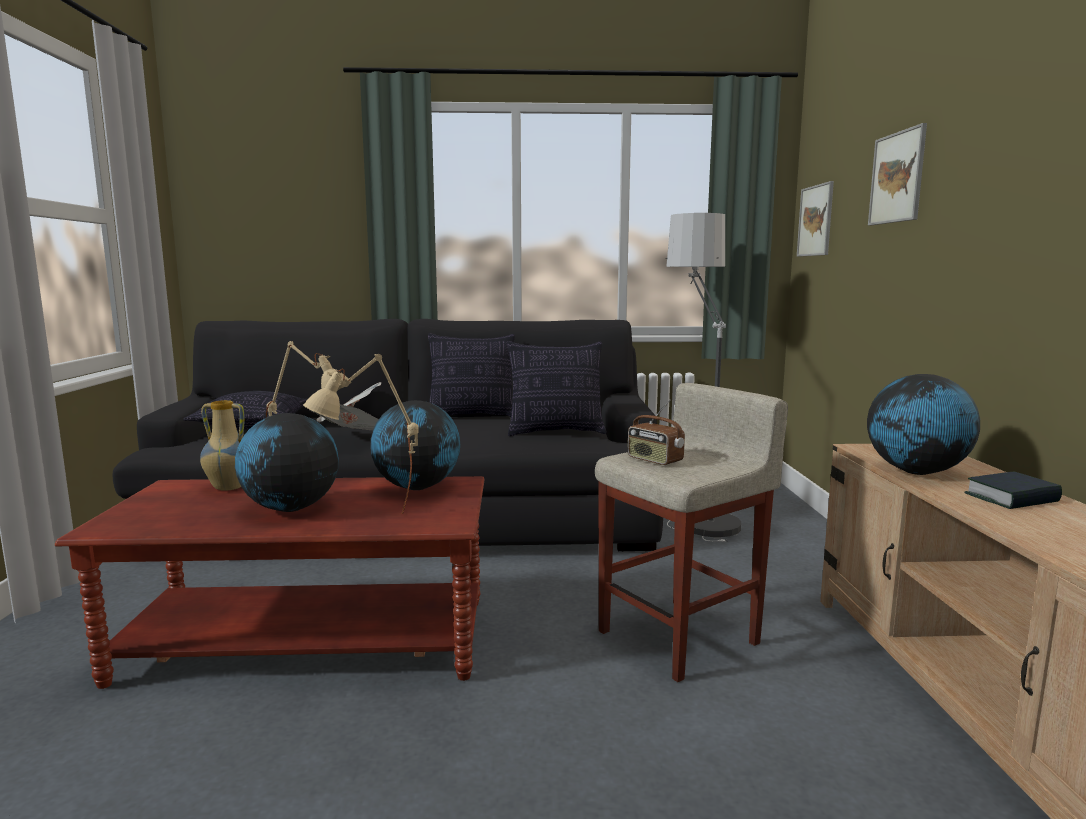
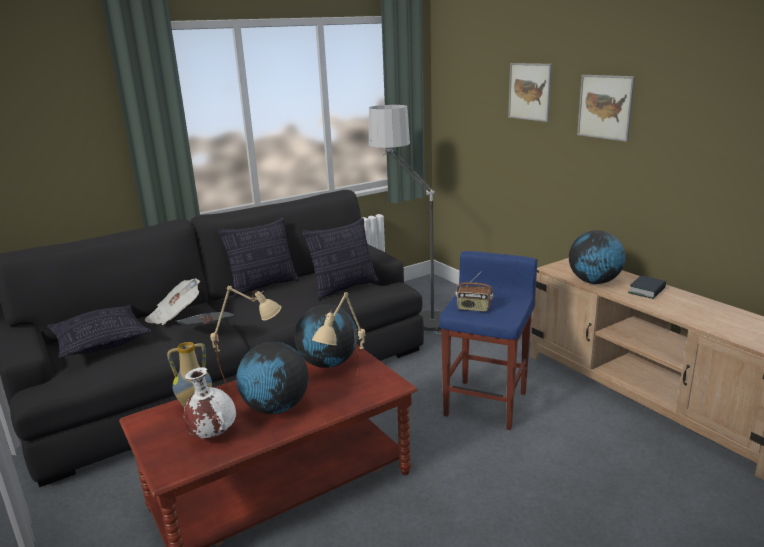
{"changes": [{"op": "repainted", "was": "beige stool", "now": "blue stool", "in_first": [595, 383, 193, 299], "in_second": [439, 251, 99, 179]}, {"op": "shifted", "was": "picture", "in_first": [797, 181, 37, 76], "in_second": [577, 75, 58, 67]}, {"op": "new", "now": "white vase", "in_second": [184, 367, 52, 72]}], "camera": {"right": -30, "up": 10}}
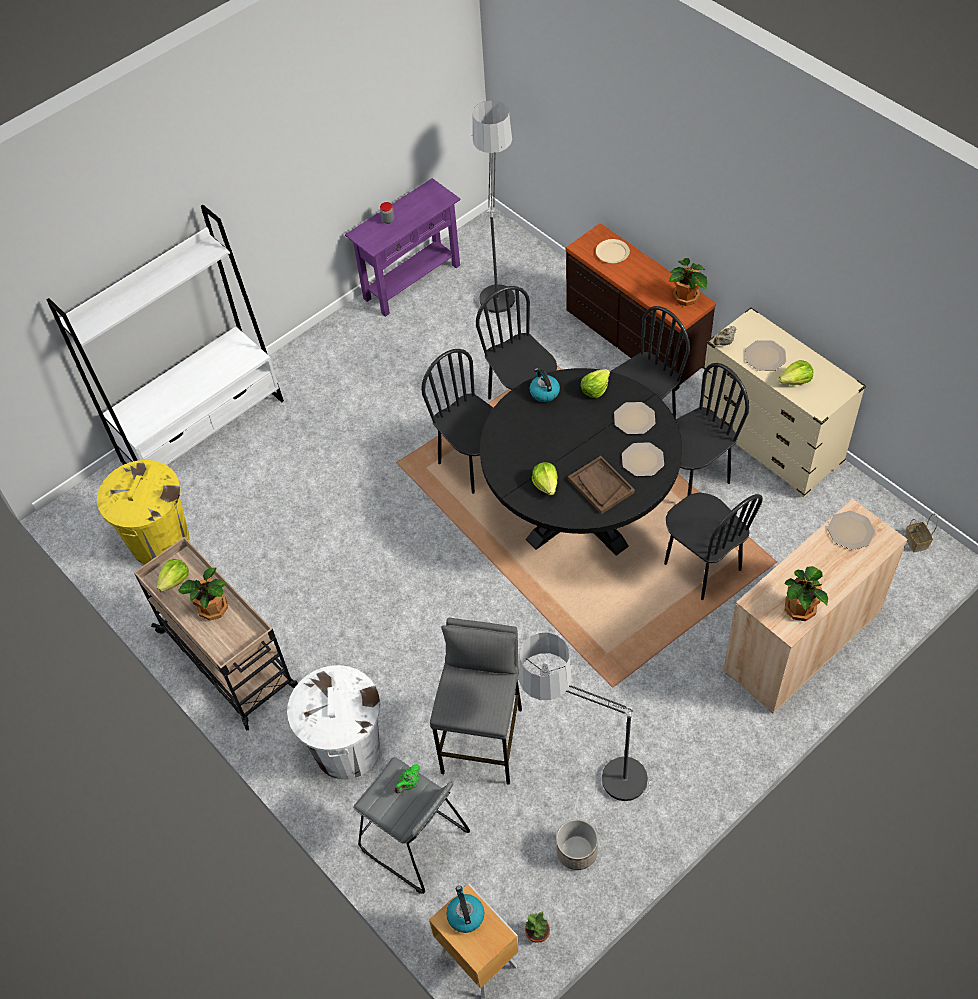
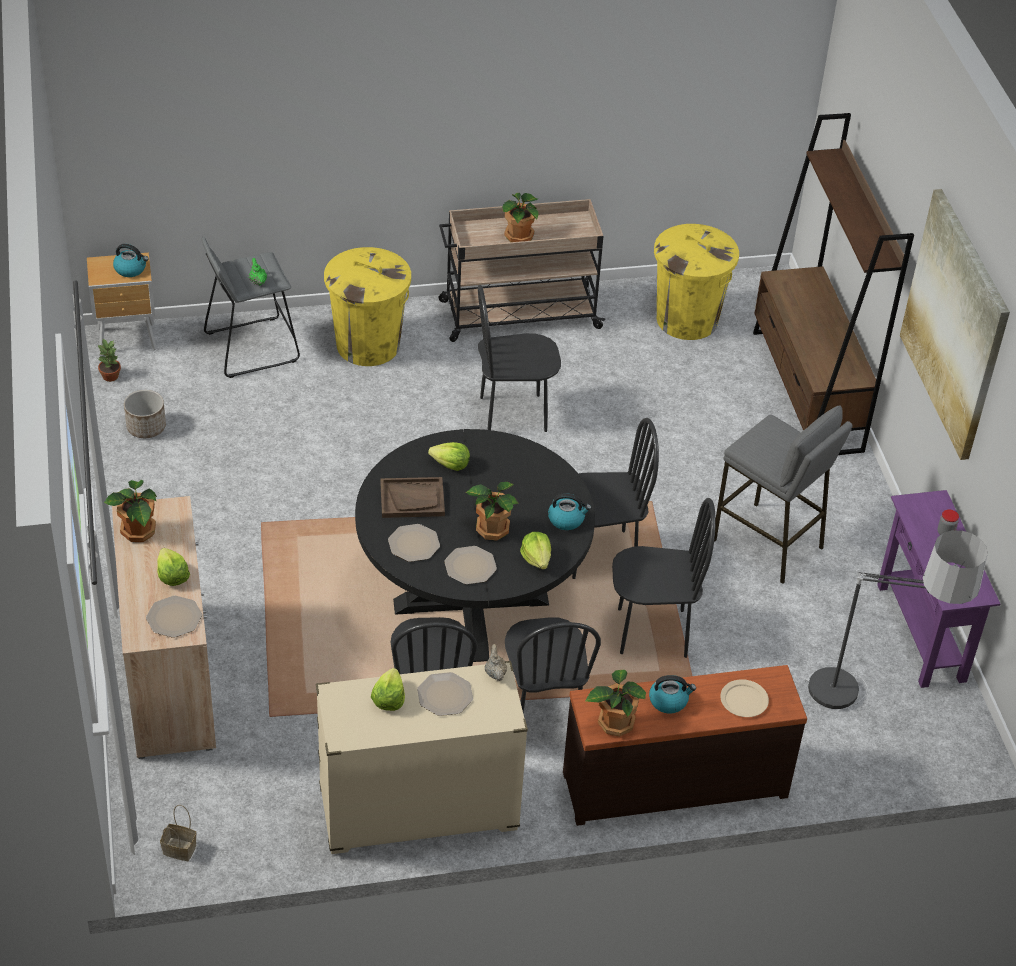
{"changes": [{"op": "repainted", "was": "white bookcase", "now": "brown bookcase", "in_first": [47, 205, 237, 260], "in_second": [753, 113, 161, 342]}, {"op": "shifted", "was": "lettuce", "in_first": [157, 559, 32, 33], "in_second": [157, 548, 33, 38]}, {"op": "repainted", "was": "white trash can", "now": "yellow trash can", "in_first": [287, 665, 93, 115], "in_second": [324, 247, 87, 119]}, {"op": "shifted", "was": "grey stool", "in_first": [430, 618, 92, 167], "in_second": [714, 405, 139, 179]}, {"op": "gone", "was": "floor lamp", "in_first": [519, 633, 133, 175]}, {"op": "shifted", "was": "black chair", "in_first": [664, 493, 99, 107], "in_second": [478, 285, 83, 147]}, {"op": "new", "now": "potted plant", "in_second": [466, 482, 53, 59]}, {"op": "new", "now": "kettle", "in_second": [649, 675, 47, 39]}, {"op": "new", "now": "picture", "in_second": [900, 189, 110, 271]}], "camera": {"right": 115, "up": -10}}
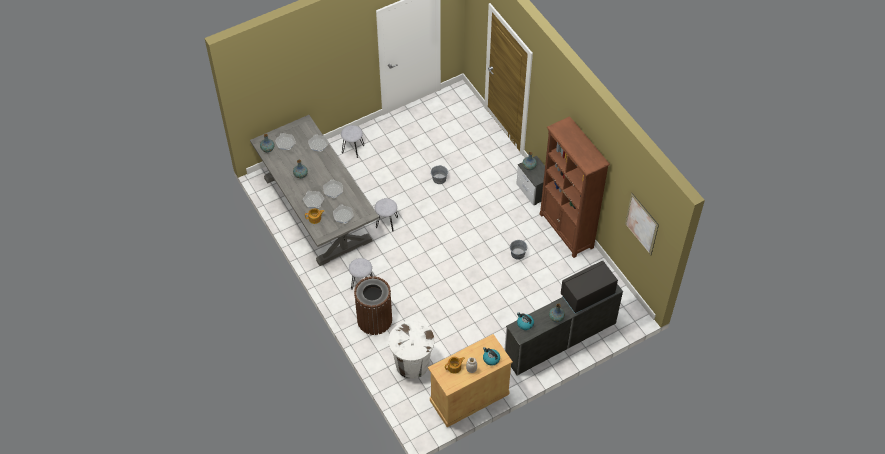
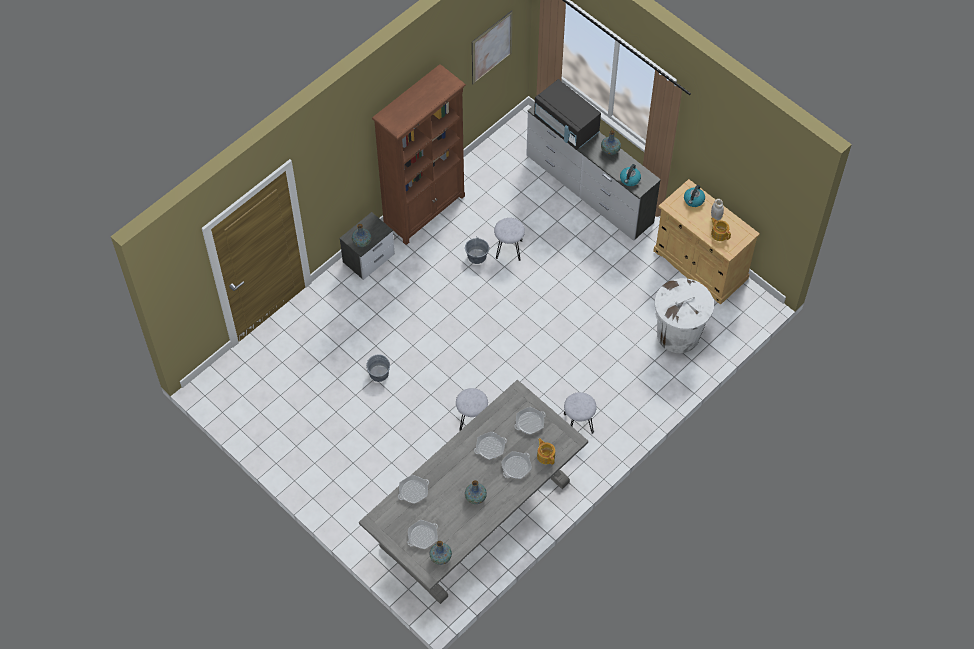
{"changes": [{"op": "shifted", "was": "grey stool", "in_first": [341, 125, 23, 33], "in_second": [494, 218, 31, 43]}, {"op": "gone", "was": "brown trash can", "in_first": [354, 276, 38, 59]}], "camera": {"right": -105, "up": 5}}
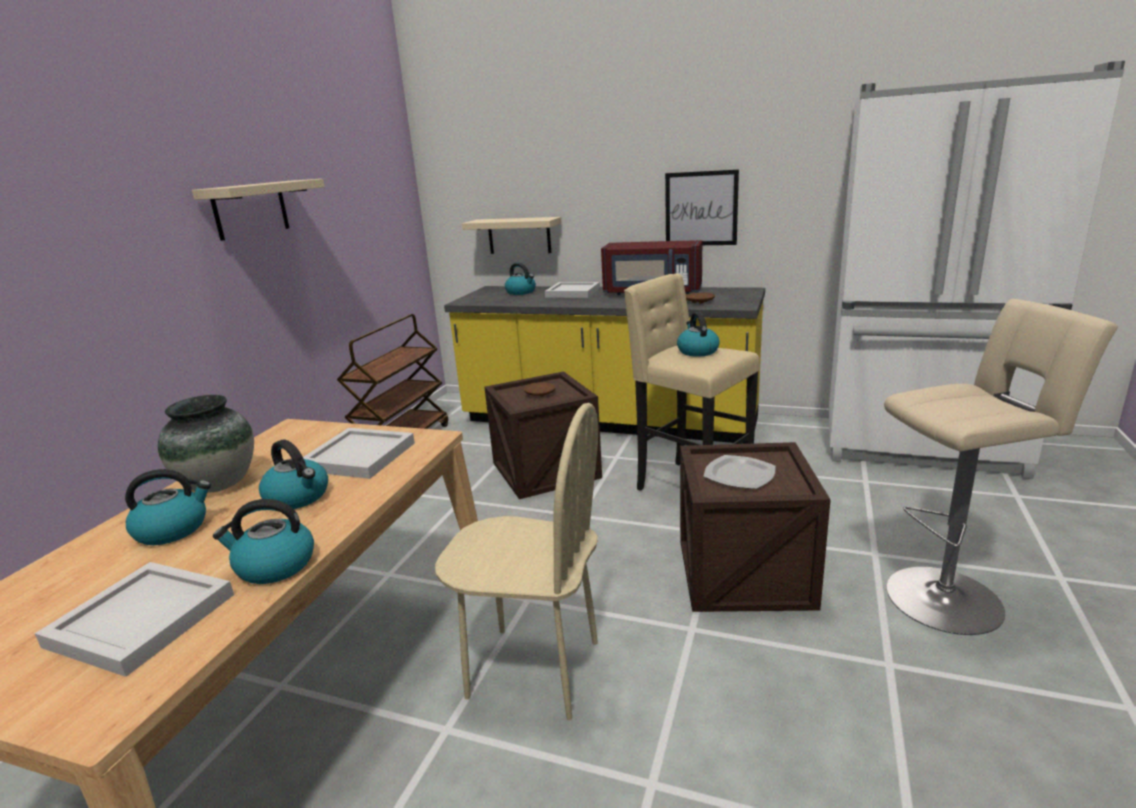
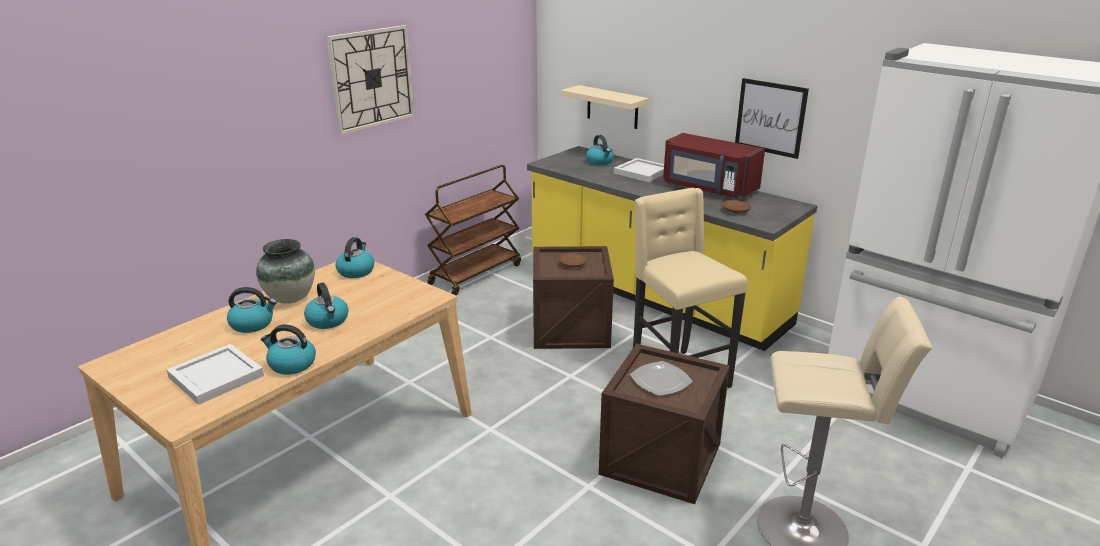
{"changes": [{"op": "swapped", "was": "beige shelf", "now": "wall clock", "in_first": [192, 179, 133, 62], "in_second": [326, 25, 89, 110]}, {"op": "gone", "was": "white tray", "in_first": [303, 428, 112, 51]}, {"op": "gone", "was": "beige chair", "in_first": [435, 403, 163, 317]}, {"op": "shifted", "was": "kettle", "in_first": [677, 312, 43, 45], "in_second": [335, 237, 39, 41]}], "camera": {"right": 20, "up": 5}}
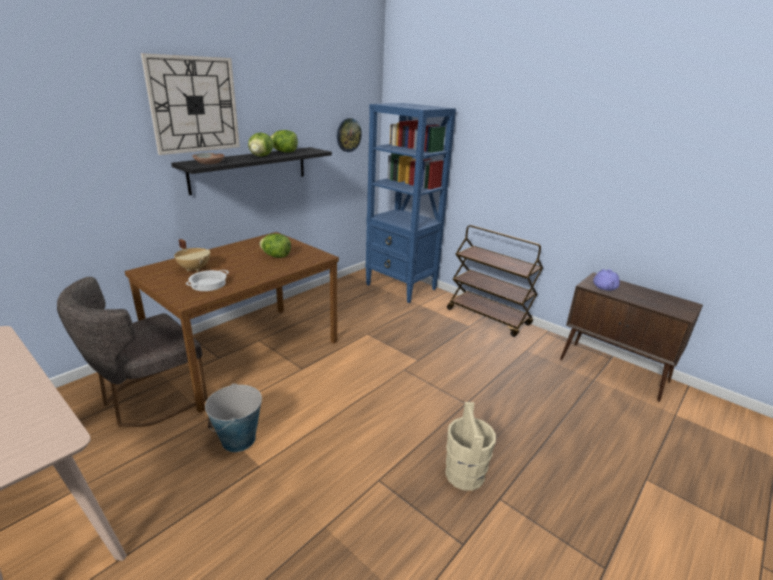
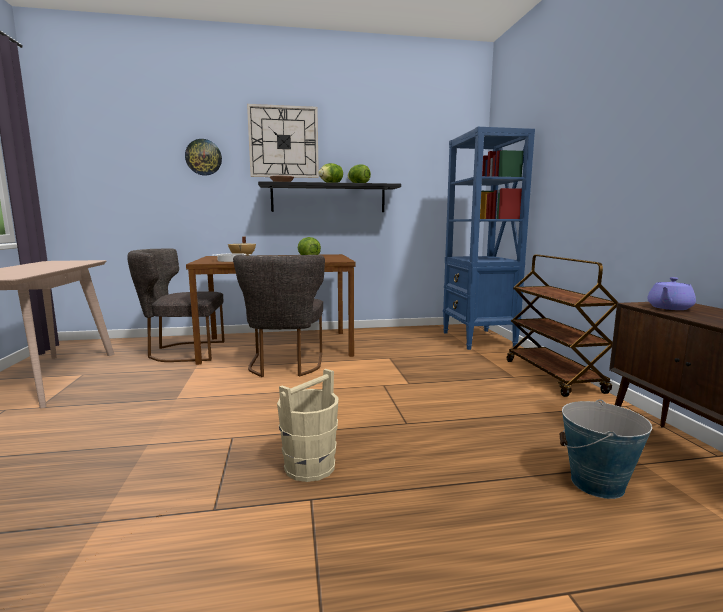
{"changes": [{"op": "shifted", "was": "bucket", "in_first": [205, 383, 57, 69], "in_second": [559, 399, 93, 100]}, {"op": "shifted", "was": "wall clock", "in_first": [337, 118, 25, 34], "in_second": [185, 139, 37, 37]}, {"op": "new", "now": "grey chair", "in_second": [233, 255, 92, 122]}], "camera": {"right": 40, "up": -15}}
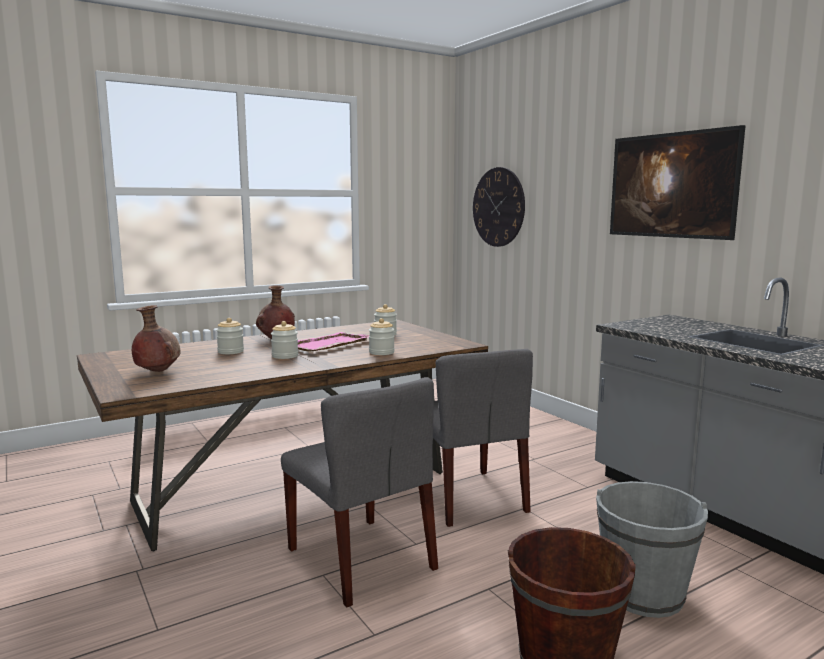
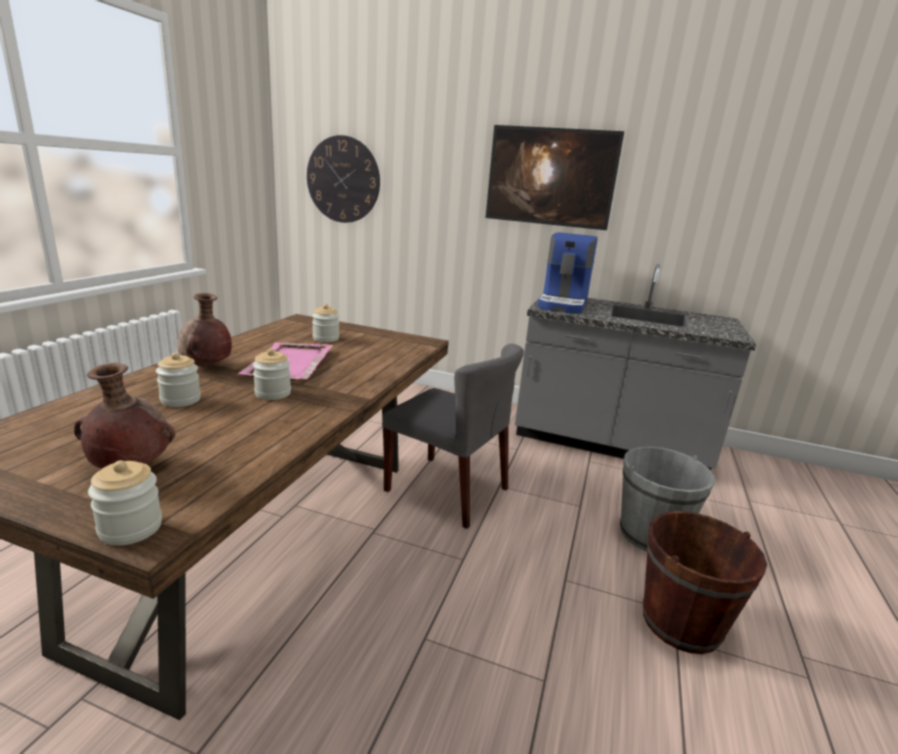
{"changes": [{"op": "gone", "was": "grey chair", "in_first": [281, 377, 157, 230]}, {"op": "shifted", "was": "jar", "in_first": [369, 318, 26, 37], "in_second": [88, 460, 74, 86]}, {"op": "new", "now": "coffee machine", "in_second": [537, 232, 61, 82]}], "camera": {"right": -40, "up": 10}}
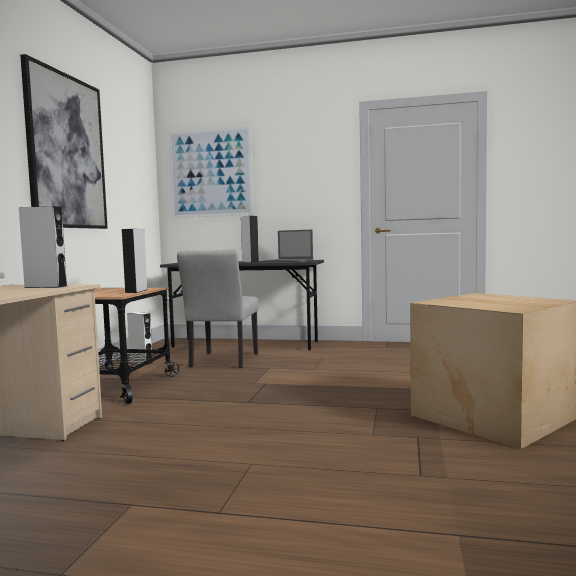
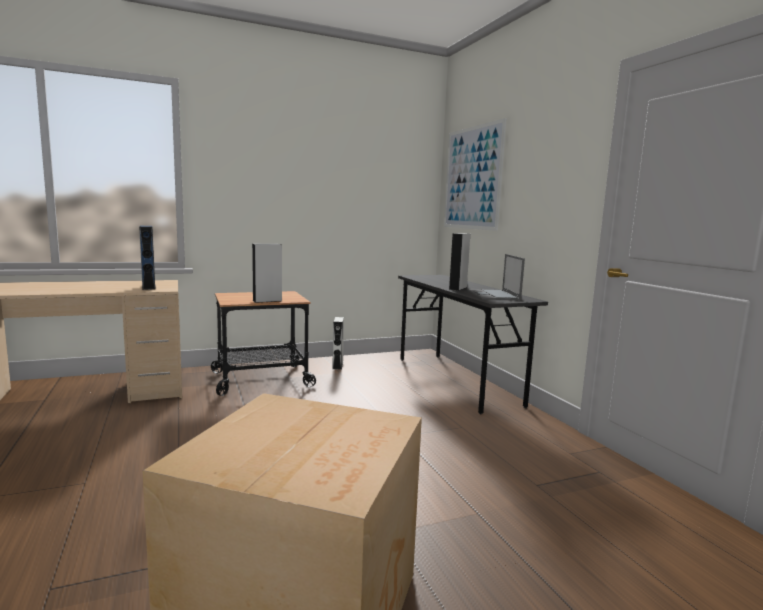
{"changes": [{"op": "repainted", "was": "grey speaker", "now": "blue speaker", "in_first": [19, 206, 48, 82], "in_second": [139, 226, 17, 64]}, {"op": "gone", "was": "picture", "in_first": [20, 54, 88, 175]}, {"op": "gone", "was": "grey chair", "in_first": [177, 249, 82, 119]}], "camera": {"right": 55, "up": 5}}
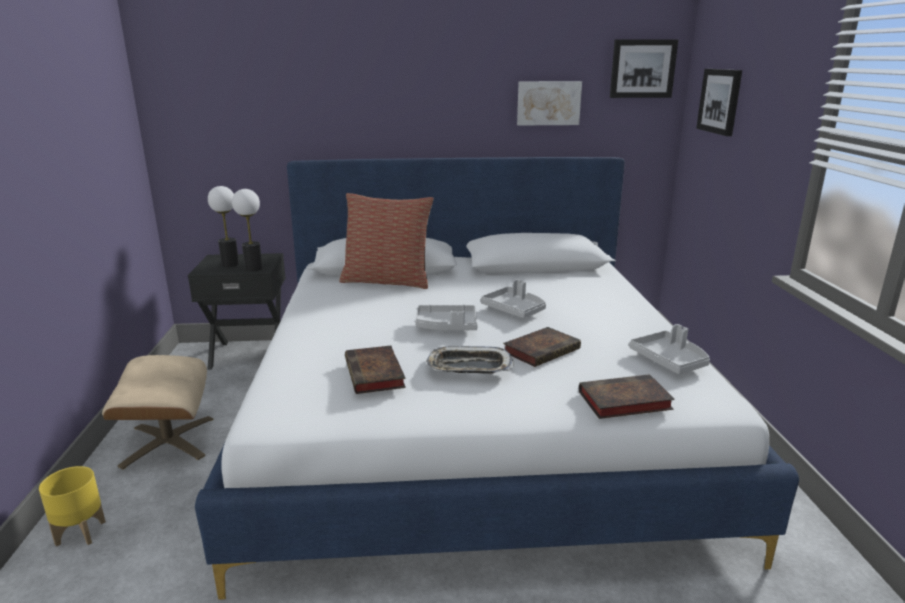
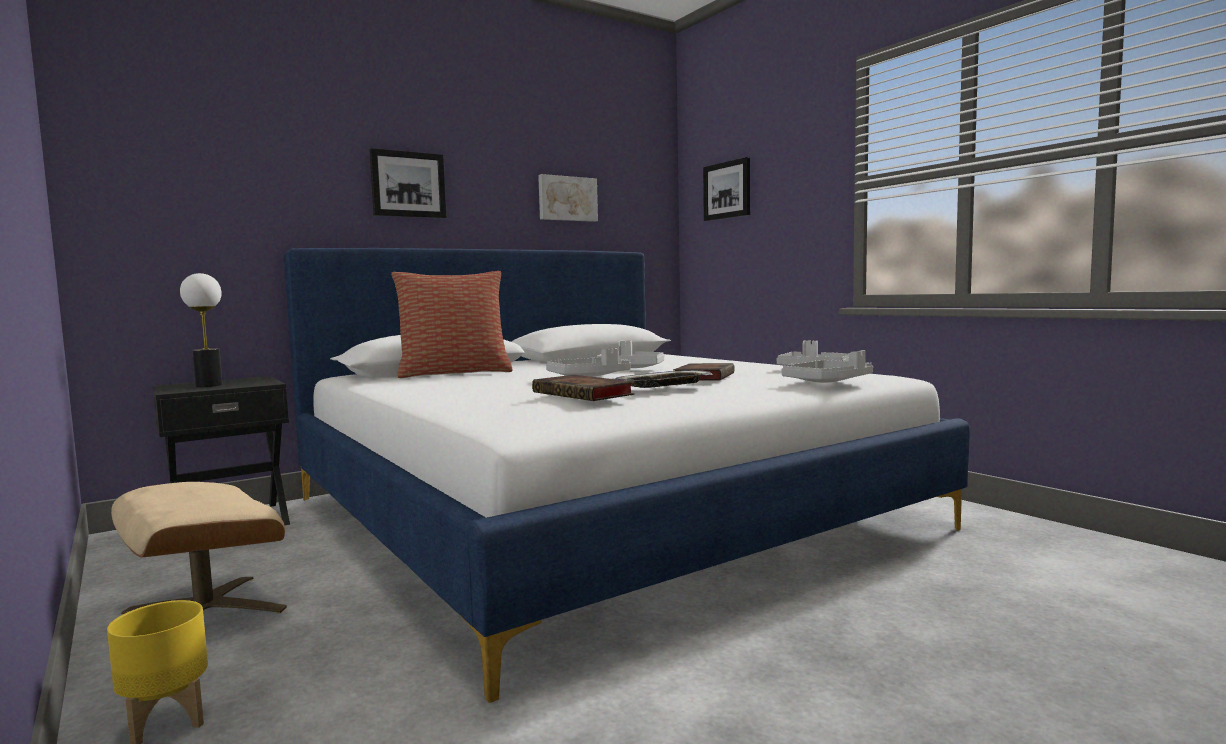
{"changes": [{"op": "gone", "was": "table lamp", "in_first": [232, 189, 31, 83]}, {"op": "swapped", "was": "book", "now": "grey tray", "in_first": [579, 374, 96, 45], "in_second": [782, 350, 91, 33]}, {"op": "shifted", "was": "picture", "in_first": [610, 39, 68, 59], "in_second": [369, 148, 78, 70]}], "camera": {"right": -30, "up": -15}}
